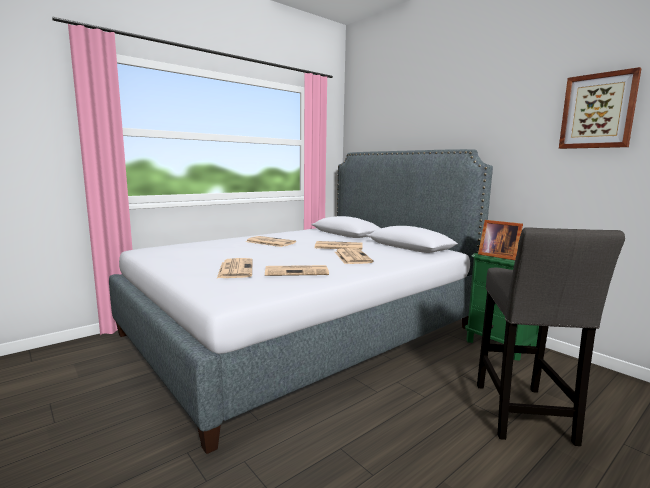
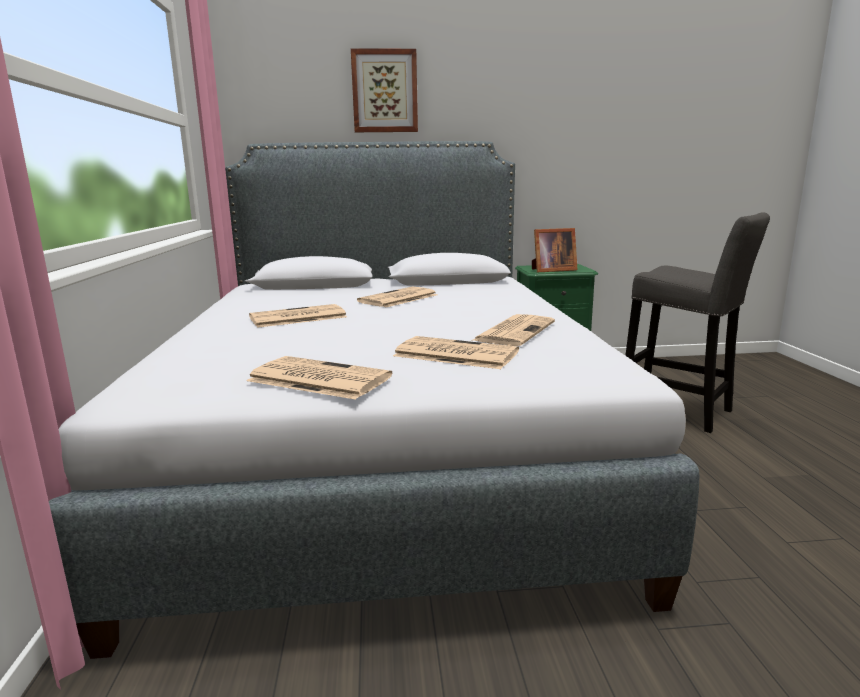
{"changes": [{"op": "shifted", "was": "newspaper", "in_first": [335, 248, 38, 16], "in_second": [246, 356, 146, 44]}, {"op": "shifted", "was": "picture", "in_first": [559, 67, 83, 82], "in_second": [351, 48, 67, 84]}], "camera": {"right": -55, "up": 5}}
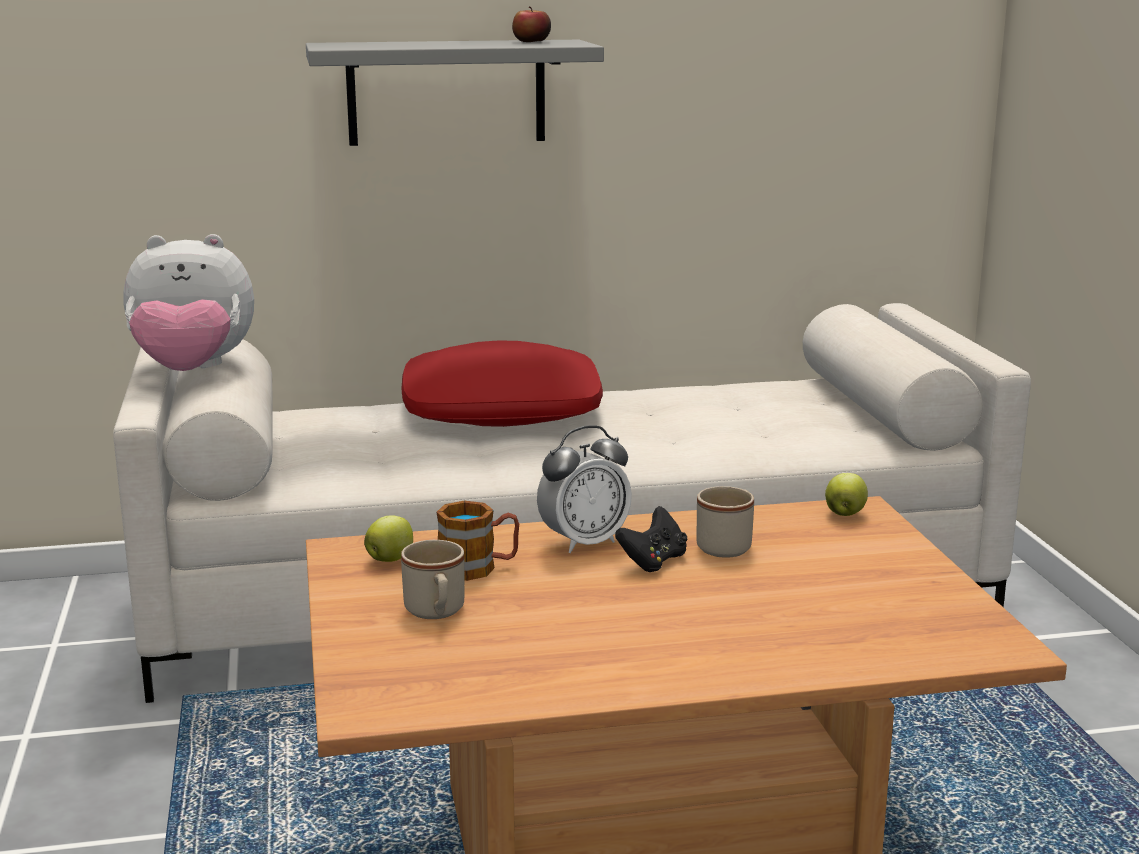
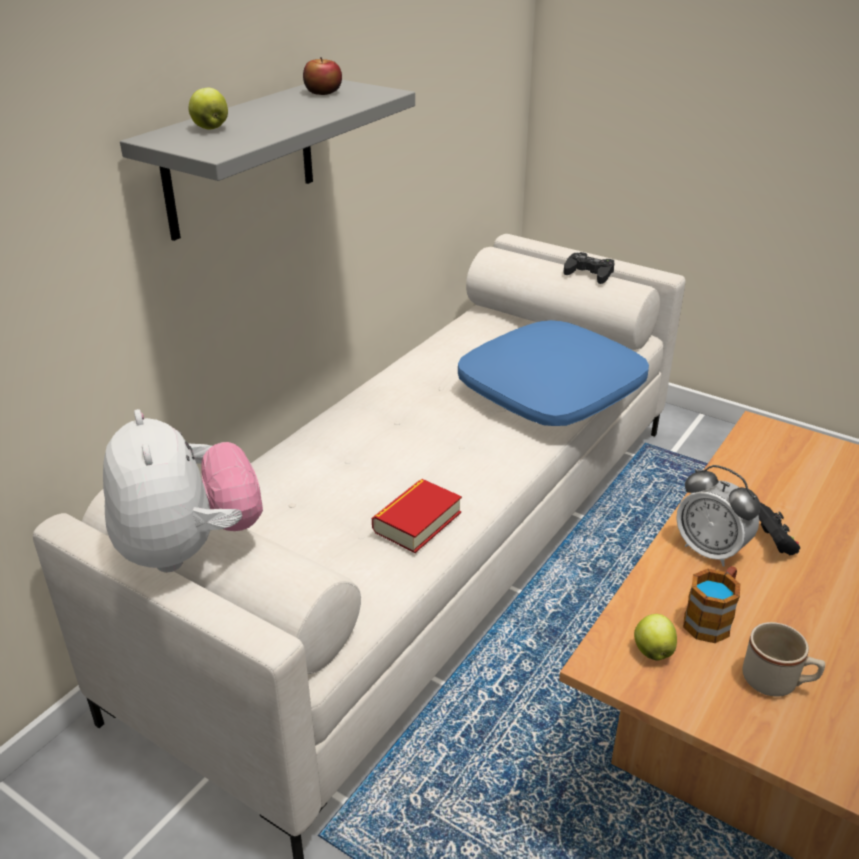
{"changes": [{"op": "rotated", "was": "plush toy", "in_first": [123, 234, 131, 137], "in_second": [103, 409, 160, 163], "clockwise": -60}, {"op": "gone", "was": "red pillow", "in_first": [401, 340, 202, 87]}, {"op": "rotated", "was": "alarm clock", "in_first": [537, 425, 95, 128], "in_second": [676, 465, 84, 102], "clockwise": 120}, {"op": "gone", "was": "beige mug", "in_first": [696, 486, 58, 71]}, {"op": "shifted", "was": "apple", "in_first": [825, 473, 43, 43], "in_second": [189, 88, 39, 42]}, {"op": "new", "now": "book", "in_second": [372, 479, 90, 74]}, {"op": "new", "now": "blue pillow", "in_second": [458, 320, 191, 106]}, {"op": "new", "now": "black game controller", "in_second": [563, 252, 52, 32]}], "camera": {"right": -45, "up": 15}}
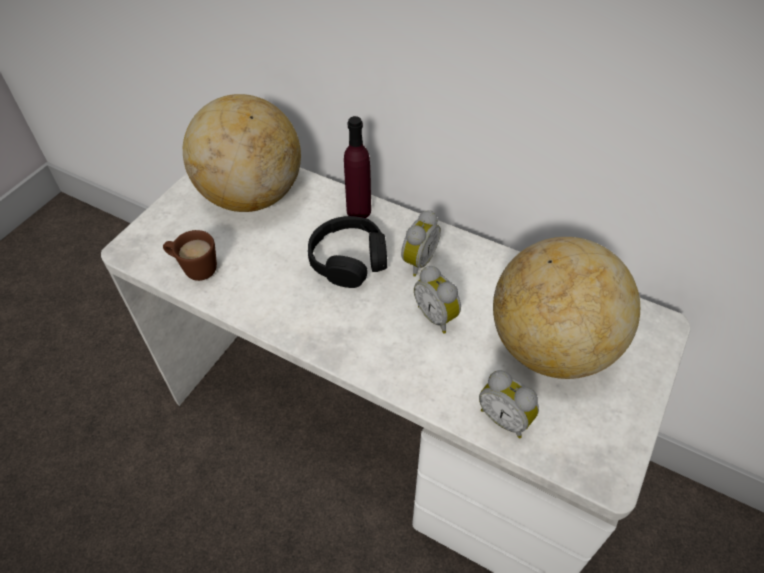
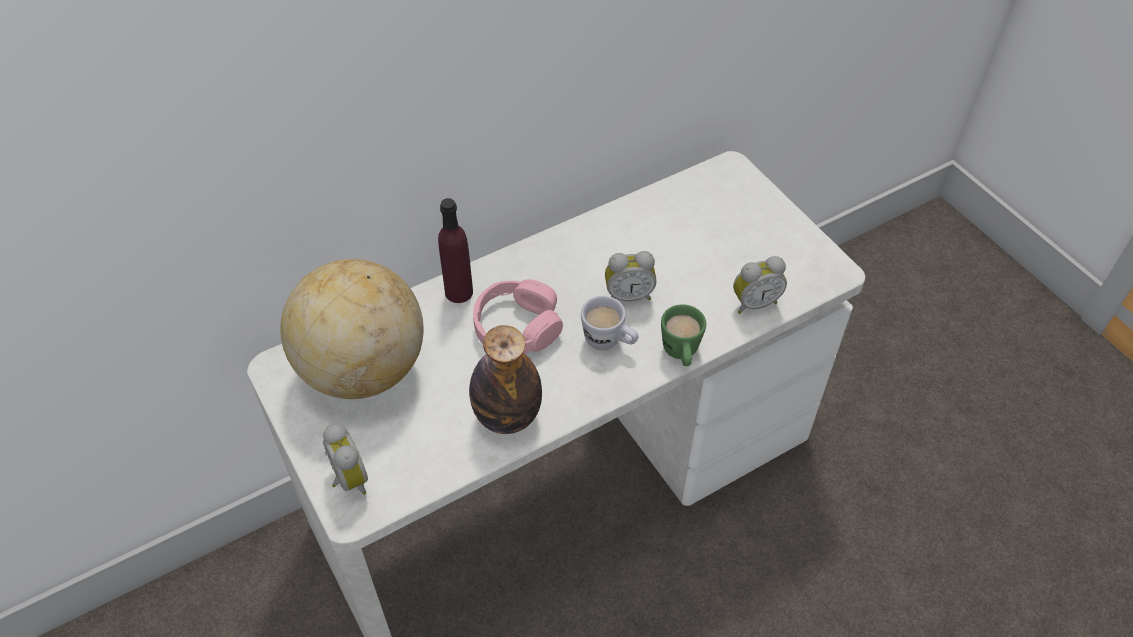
{"changes": [{"op": "gone", "was": "brown mug", "in_first": [163, 230, 54, 51]}, {"op": "repainted", "was": "black headphones", "now": "pink headphones", "in_first": [308, 216, 79, 72], "in_second": [473, 279, 90, 75]}, {"op": "shifted", "was": "alarm clock", "in_first": [401, 210, 40, 67], "in_second": [323, 424, 45, 71]}, {"op": "gone", "was": "globe", "in_first": [493, 237, 147, 142]}, {"op": "new", "now": "bottle", "in_second": [469, 325, 73, 109]}, {"op": "new", "now": "white mug", "in_second": [581, 296, 57, 54]}, {"op": "new", "now": "green mug", "in_second": [661, 304, 45, 62]}], "camera": {"right": -60, "up": 0}}
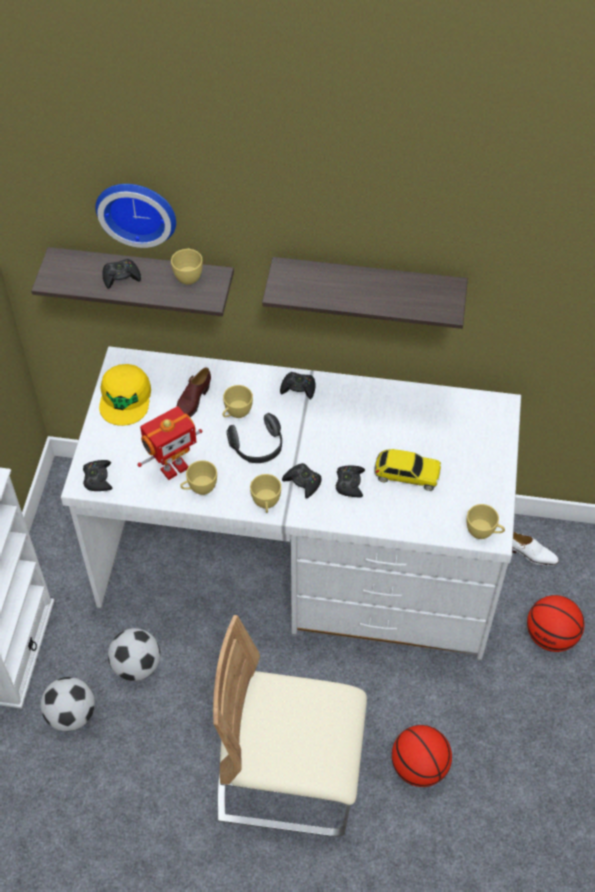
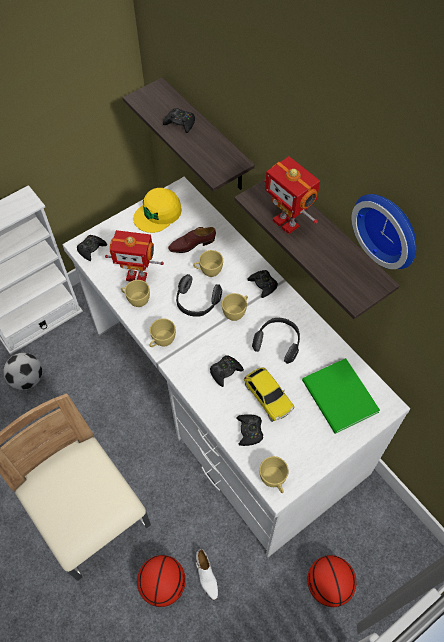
{"changes": [{"op": "shifted", "was": "wall clock", "in_first": [95, 184, 81, 64], "in_second": [352, 194, 64, 75]}, {"op": "gone", "was": "football", "in_first": [108, 628, 52, 53]}, {"op": "shifted", "was": "yellow cup", "in_first": [171, 248, 32, 37], "in_second": [222, 293, 26, 28]}, {"op": "shifted", "was": "black game controller", "in_first": [282, 463, 40, 36], "in_second": [236, 414, 27, 32]}, {"op": "shifted", "was": "white shoe", "in_first": [512, 532, 47, 34], "in_second": [196, 549, 22, 51]}, {"op": "new", "now": "headphones", "in_second": [252, 318, 48, 46]}, {"op": "new", "now": "toy robot", "in_second": [265, 156, 55, 79]}, {"op": "new", "now": "green book", "in_second": [302, 358, 78, 76]}], "camera": {"right": 45, "up": 5}}
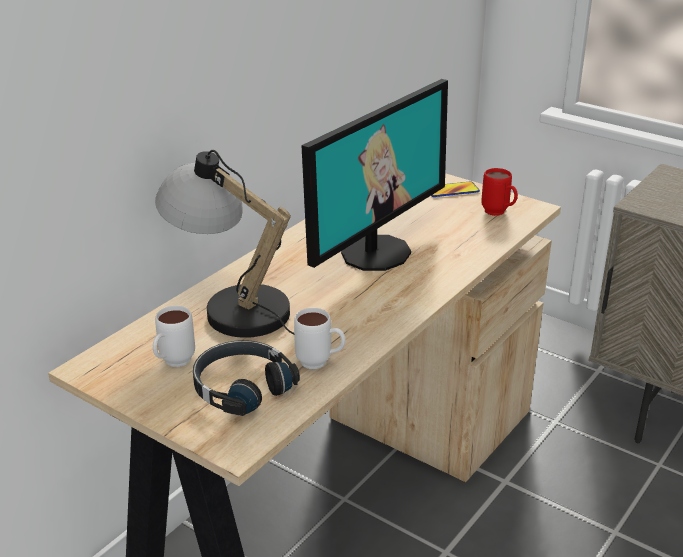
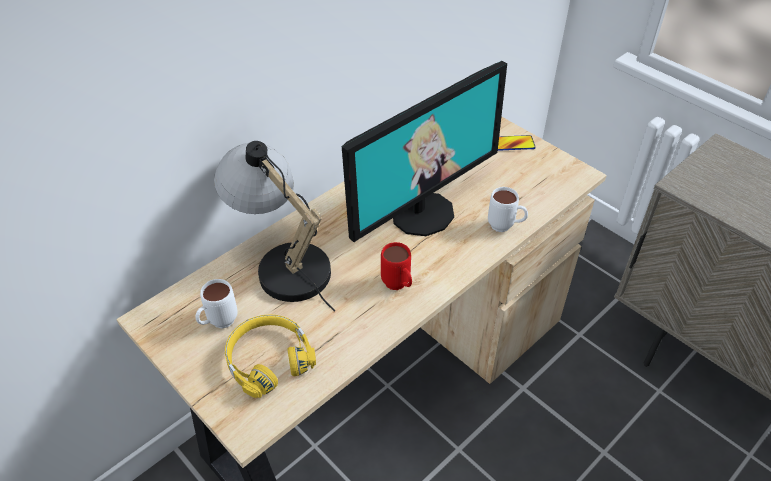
{"changes": [{"op": "repainted", "was": "black headphones", "now": "yellow headphones", "in_first": [193, 340, 107, 76], "in_second": [225, 314, 91, 84]}, {"op": "shifted", "was": "white mug", "in_first": [294, 308, 51, 61], "in_second": [488, 187, 40, 45]}, {"op": "shifted", "was": "red mug", "in_first": [481, 168, 37, 48], "in_second": [381, 242, 31, 48]}], "camera": {"right": 10, "up": 15}}
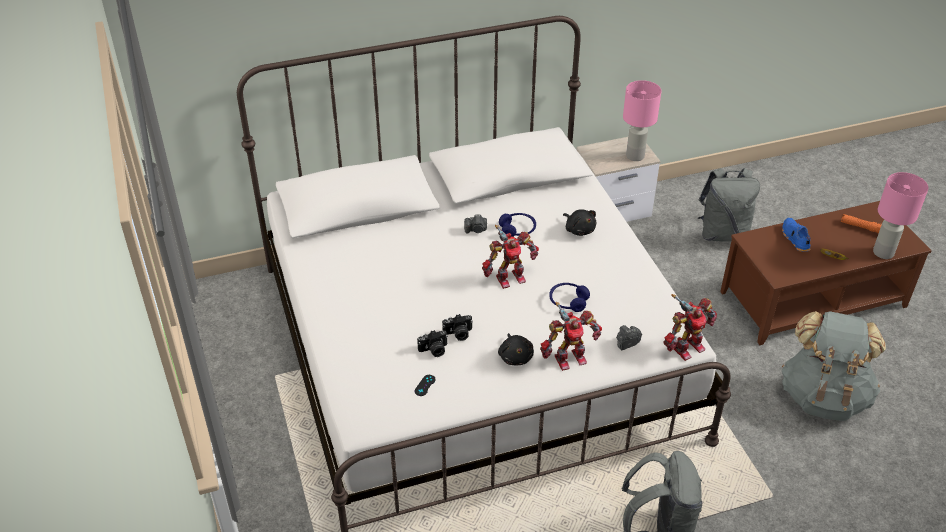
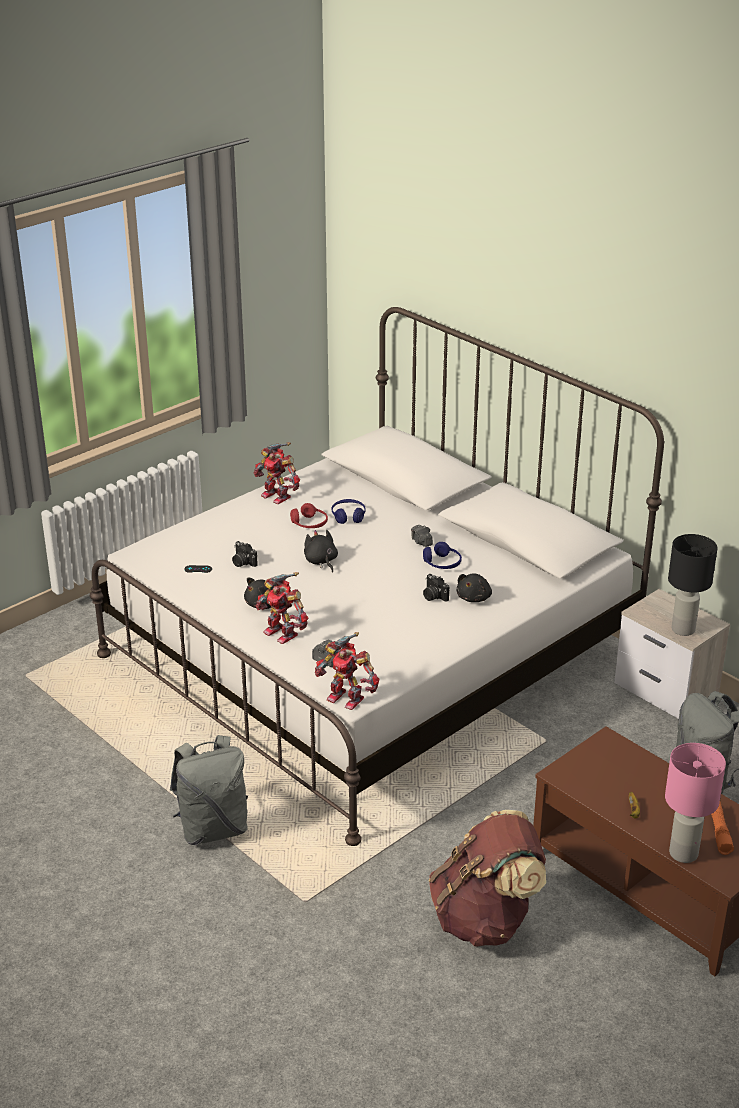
{"changes": [{"op": "shifted", "was": "photo camera", "in_first": [442, 314, 31, 27], "in_second": [423, 574, 26, 28]}, {"op": "shifted", "was": "toy robot", "in_first": [482, 225, 57, 64], "in_second": [253, 442, 47, 62]}, {"op": "shifted", "was": "blue headphones", "in_first": [549, 283, 41, 29], "in_second": [331, 499, 35, 25]}, {"op": "repainted", "was": "pink table lamp", "now": "black table lamp", "in_first": [623, 80, 39, 81], "in_second": [668, 534, 50, 102]}, {"op": "gone", "was": "blue shoe", "in_first": [782, 218, 28, 34]}, {"op": "repainted", "was": "grey backpack", "now": "brown backpack", "in_first": [782, 311, 104, 110], "in_second": [429, 810, 117, 137]}, {"op": "new", "now": "red headphones", "in_second": [290, 503, 38, 25]}, {"op": "new", "now": "black plush toy", "in_second": [304, 530, 34, 42]}], "camera": {"right": 65, "up": -10}}
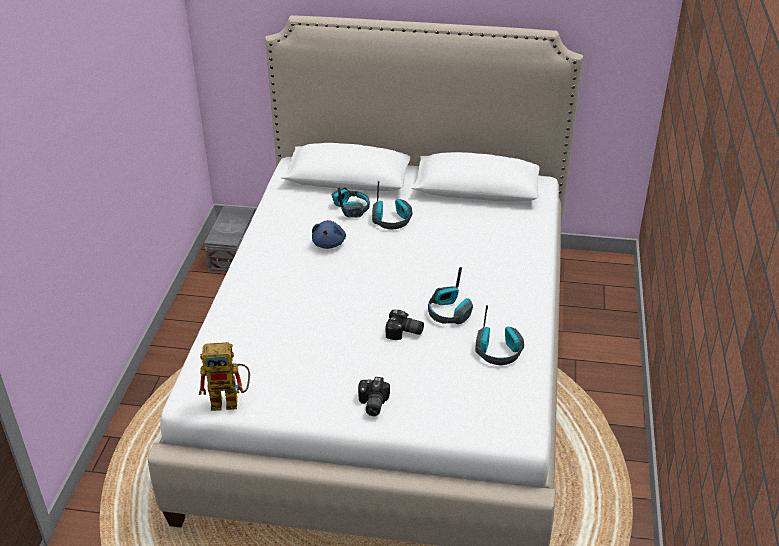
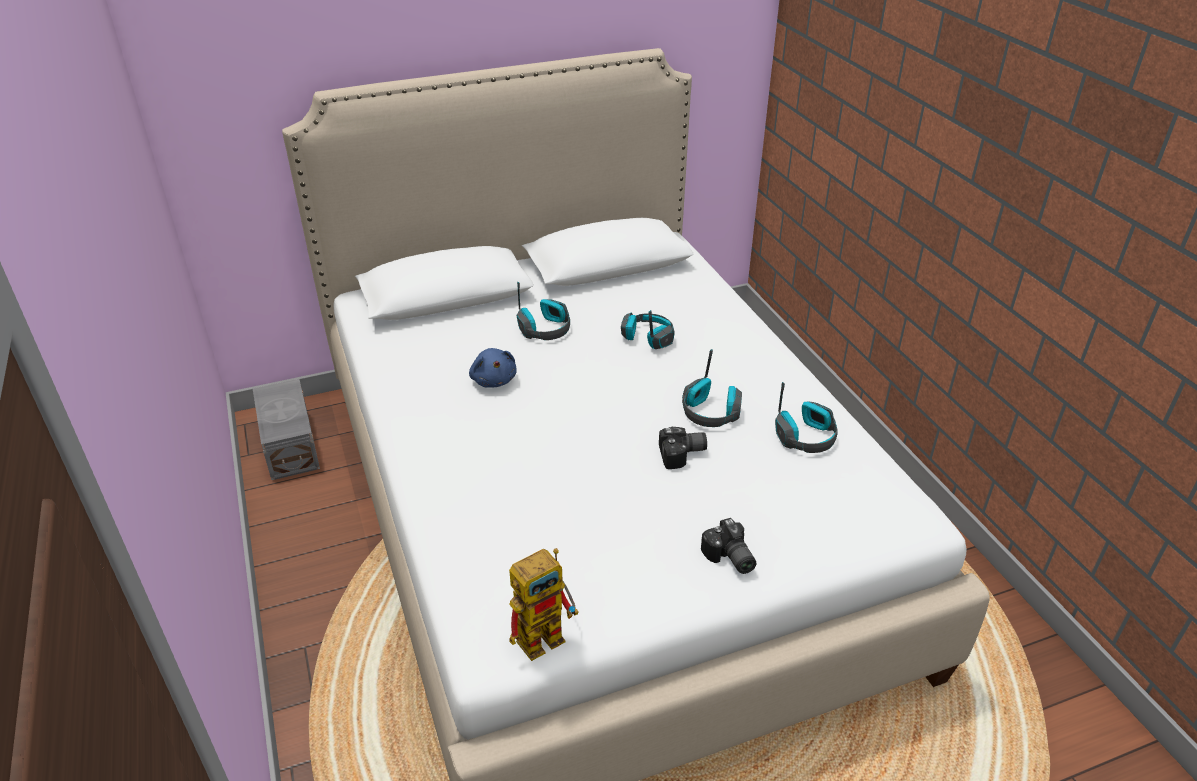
{"changes": [{"op": "shifted", "was": "headphones", "in_first": [332, 187, 38, 31], "in_second": [621, 310, 54, 39]}], "camera": {"right": -30, "up": 0}}
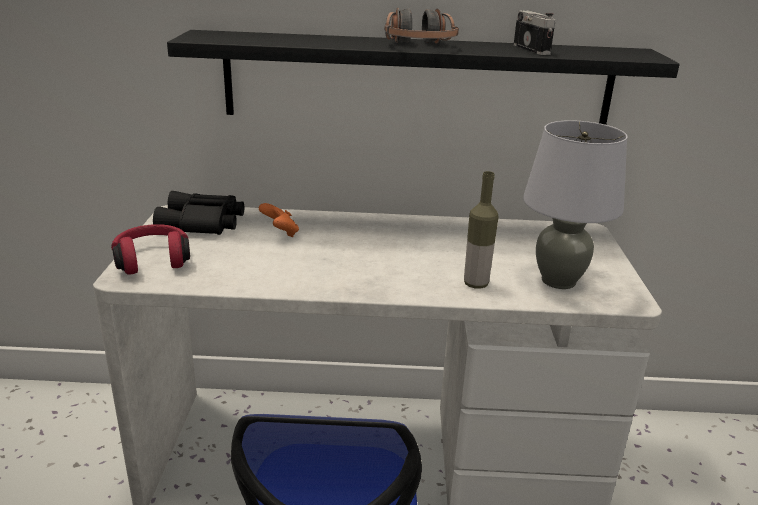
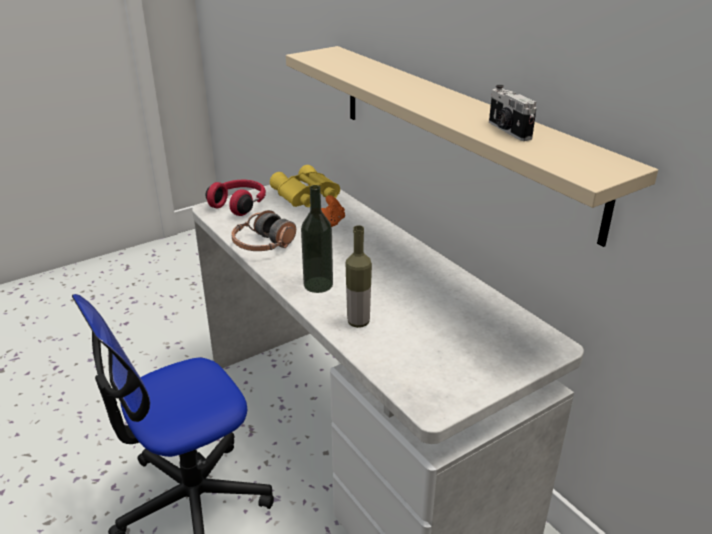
{"changes": [{"op": "repainted", "was": "black binoculars", "now": "yellow binoculars", "in_first": [153, 191, 91, 44], "in_second": [270, 165, 70, 42]}, {"op": "repainted", "was": "black shelf", "now": "beige shelf", "in_first": [167, 30, 513, 95], "in_second": [286, 46, 372, 201]}, {"op": "shifted", "was": "headphones", "in_first": [385, 8, 74, 35], "in_second": [231, 210, 65, 41]}, {"op": "rotated", "was": "photo camera", "in_first": [514, 10, 42, 45], "in_second": [489, 85, 47, 56], "clockwise": 120}, {"op": "gone", "was": "grey table lamp", "in_first": [523, 120, 105, 169]}, {"op": "new", "now": "bottle", "in_second": [301, 185, 32, 108]}], "camera": {"right": 55, "up": 5}}
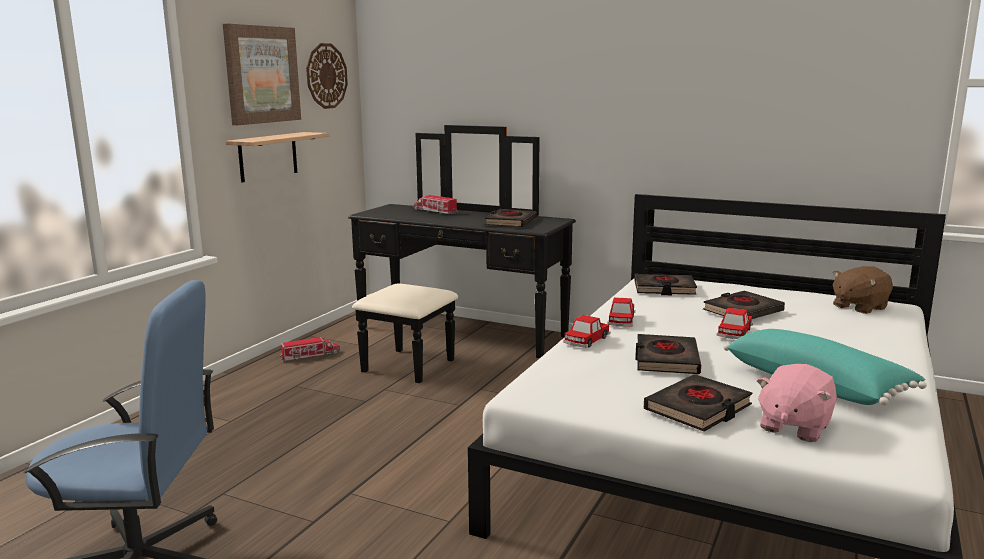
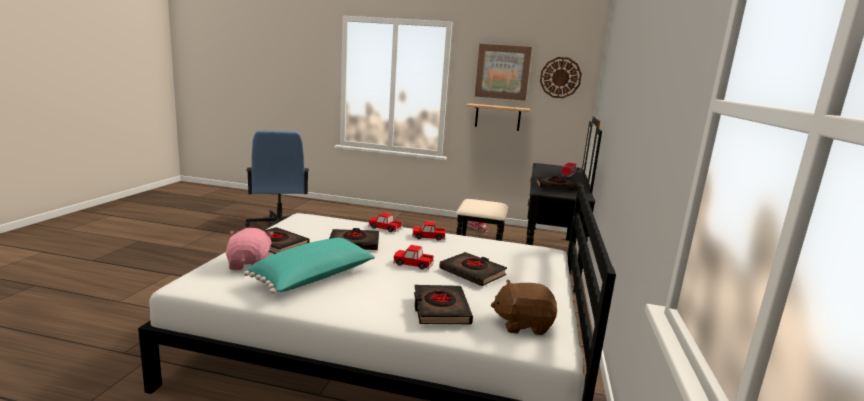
{"changes": [{"op": "shifted", "was": "black book", "in_first": [634, 274, 63, 21], "in_second": [414, 285, 59, 39]}, {"op": "rotated", "was": "pink plush toy", "in_first": [756, 364, 81, 78], "in_second": [226, 228, 47, 42], "clockwise": 60}, {"op": "rotated", "was": "brown plush toy", "in_first": [832, 266, 61, 48], "in_second": [491, 280, 66, 55], "clockwise": -45}], "camera": {"right": 75, "up": 0}}
